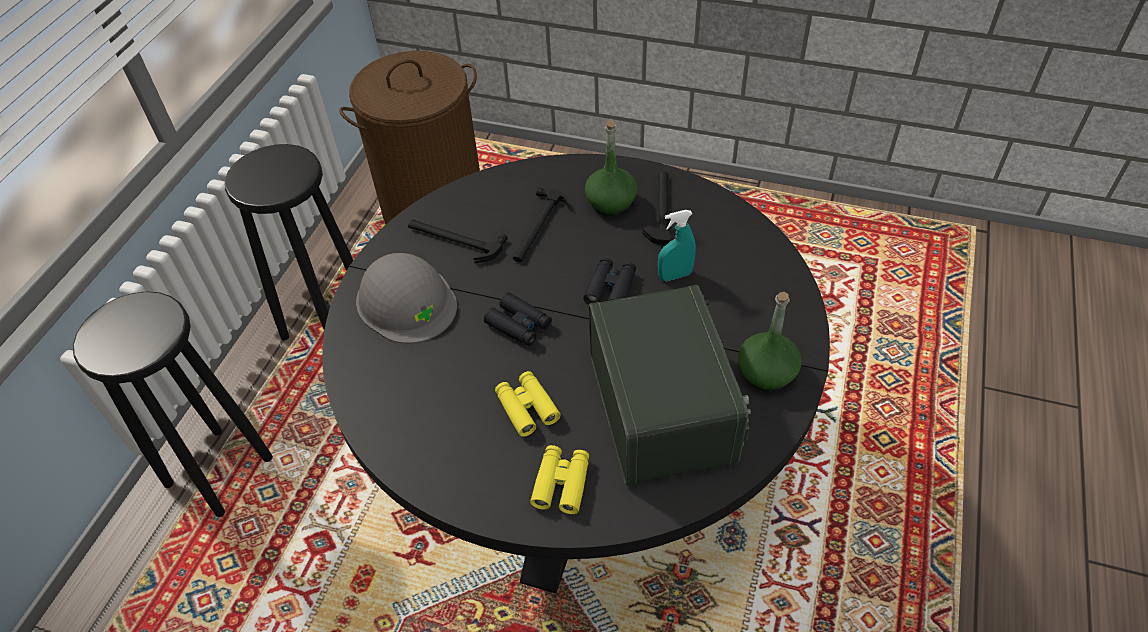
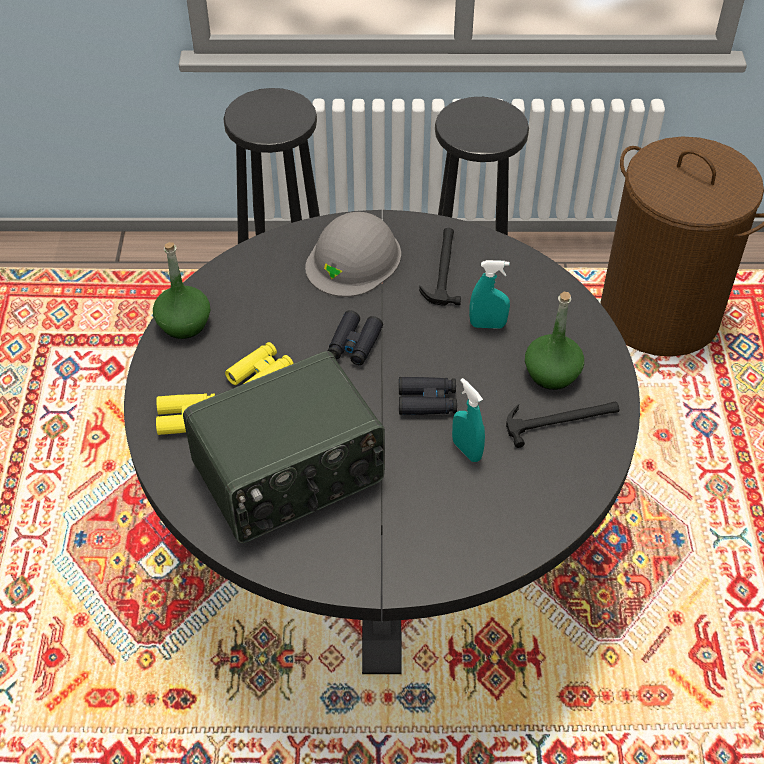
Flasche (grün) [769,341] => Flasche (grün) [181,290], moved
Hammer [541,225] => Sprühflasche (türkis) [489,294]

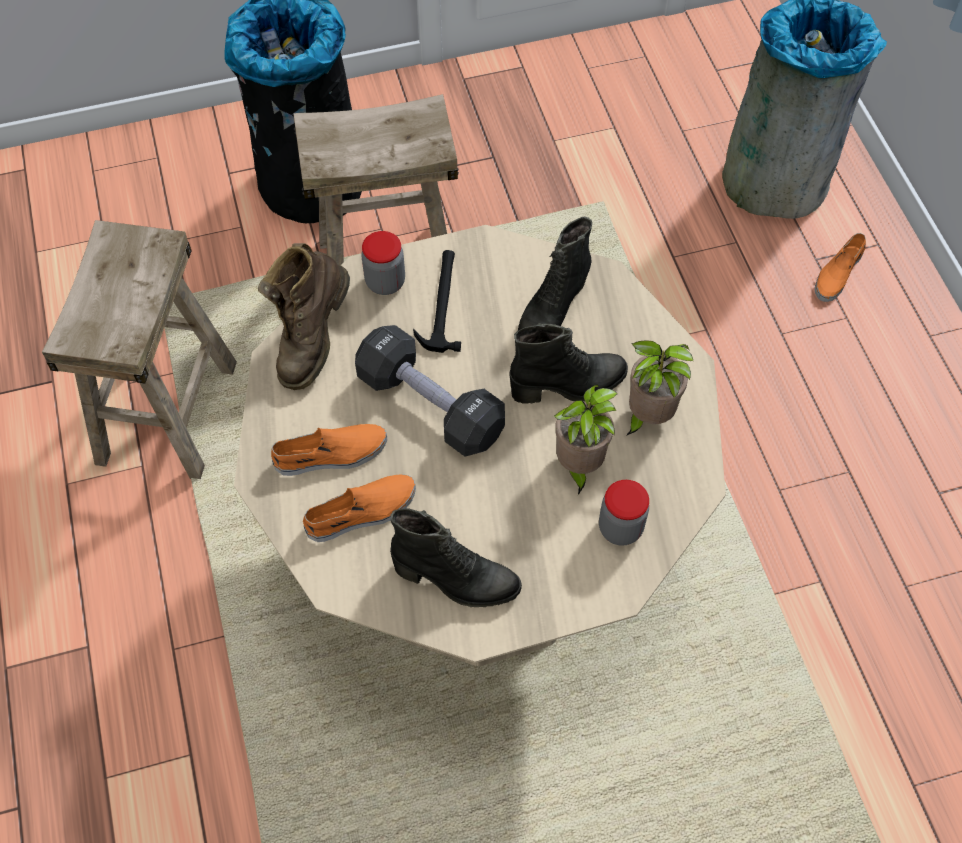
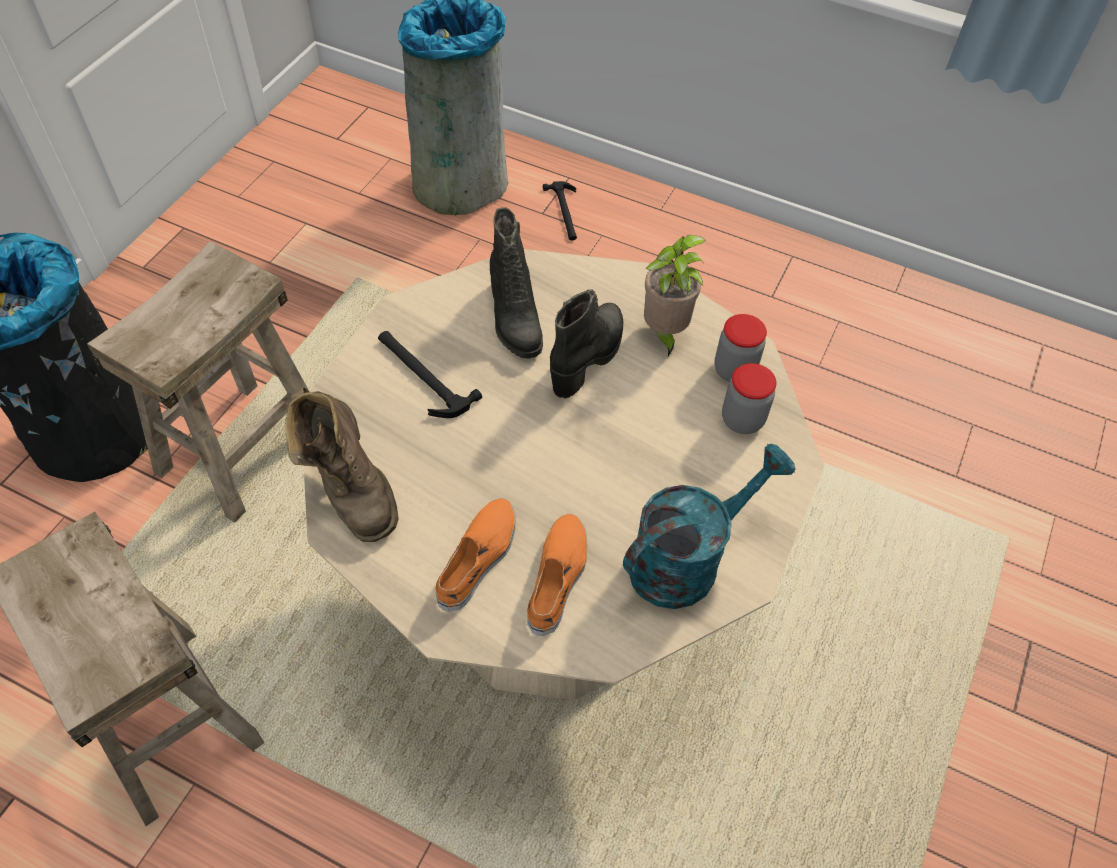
Schuh (orange) [840,267] => Hammer [560,210]
Stiefel (schwarz) [456,557] => Gießkanne (türkis) [709,526]
Vorratsglas [383,263] => Vorratsglas [741,348], moved
Hantel (schwarz) [430,391] => nothing
Topfpflanze [586,440] => nothing

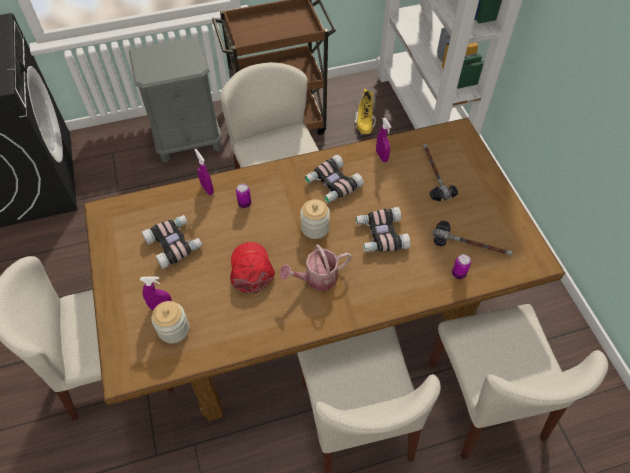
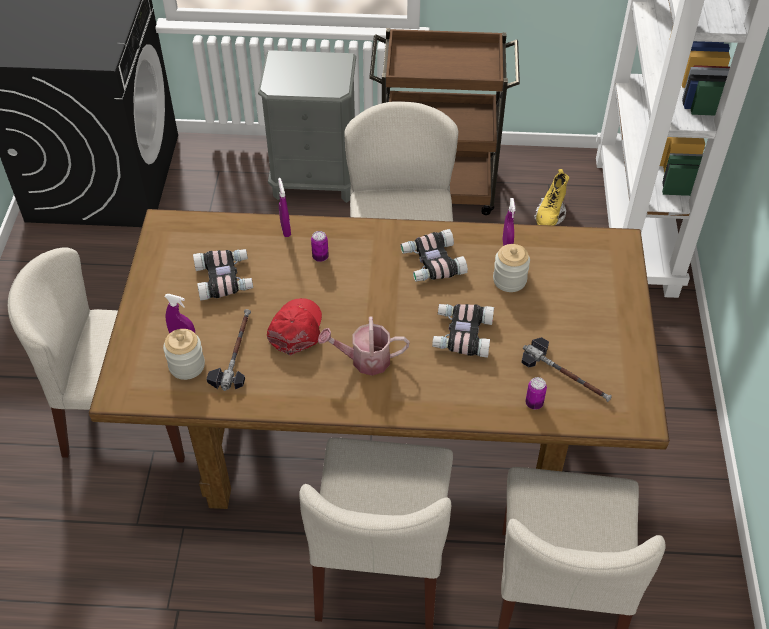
Hammer [440,172] => Hammer [228,350], moved
Vorratsglas [315,219] => Vorratsglas [511,268], moved

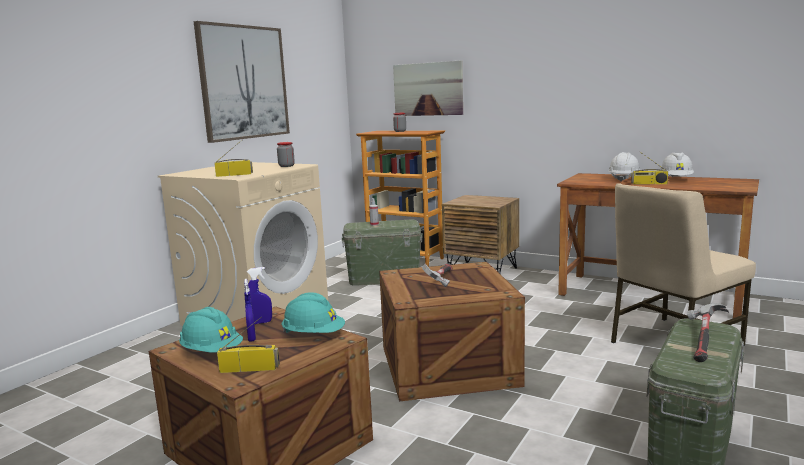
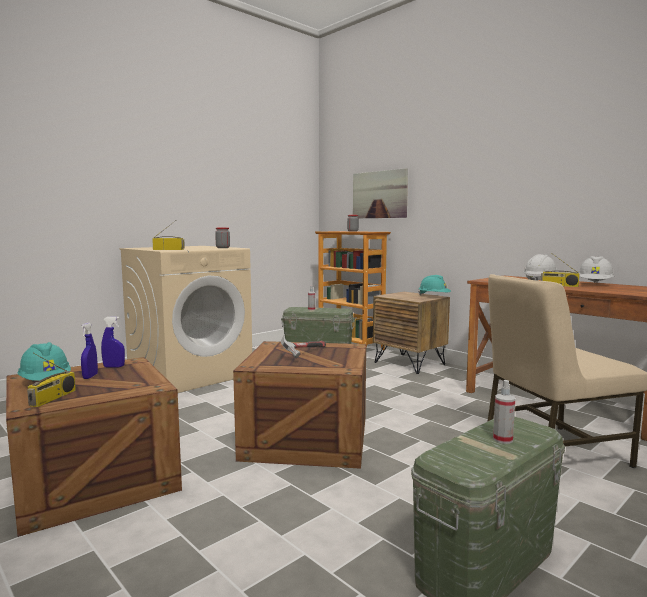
Radio [248,345] => Radio [51,380], 90 degrees clockwise
Schutzhelm (türkis) [313,313] => Schutzhelm (türkis) [434,285], moved
Hammer [708,332] => Sprühflasche [504,412]
Bild [242,82] => nothing

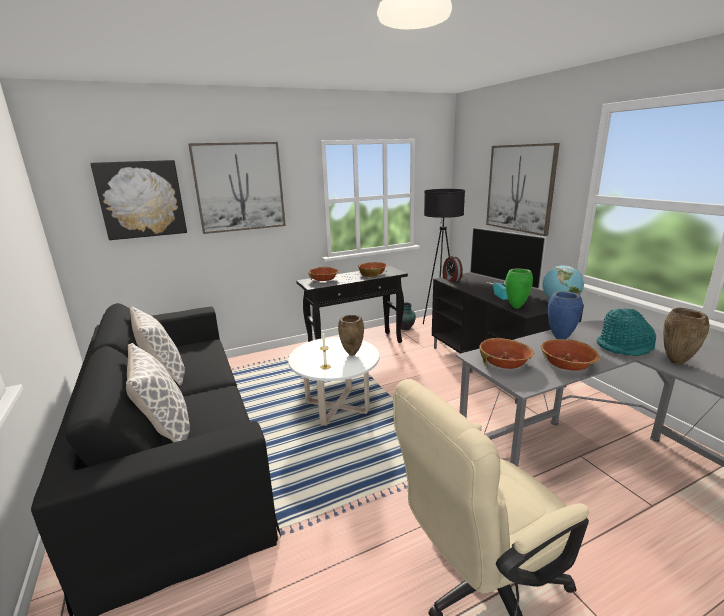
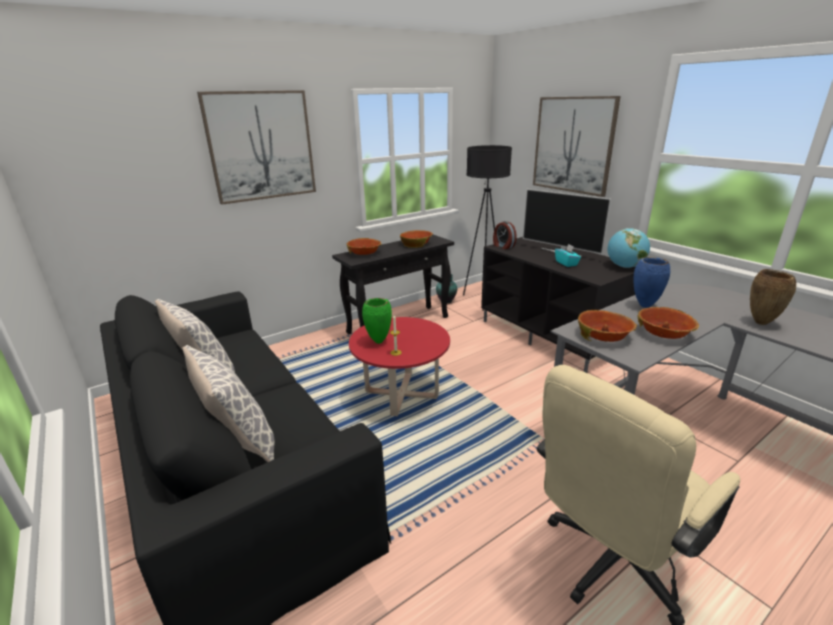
Couchtisch (weiß) [333,381] => Couchtisch (rot) [399,366]
Vase (grün) [519,289] => Vase (grün) [377,321], moved
Bild [138,200] => nothing
Vase (braun) [351,335] => nothing
Hut (türkis) [626,332] => nothing

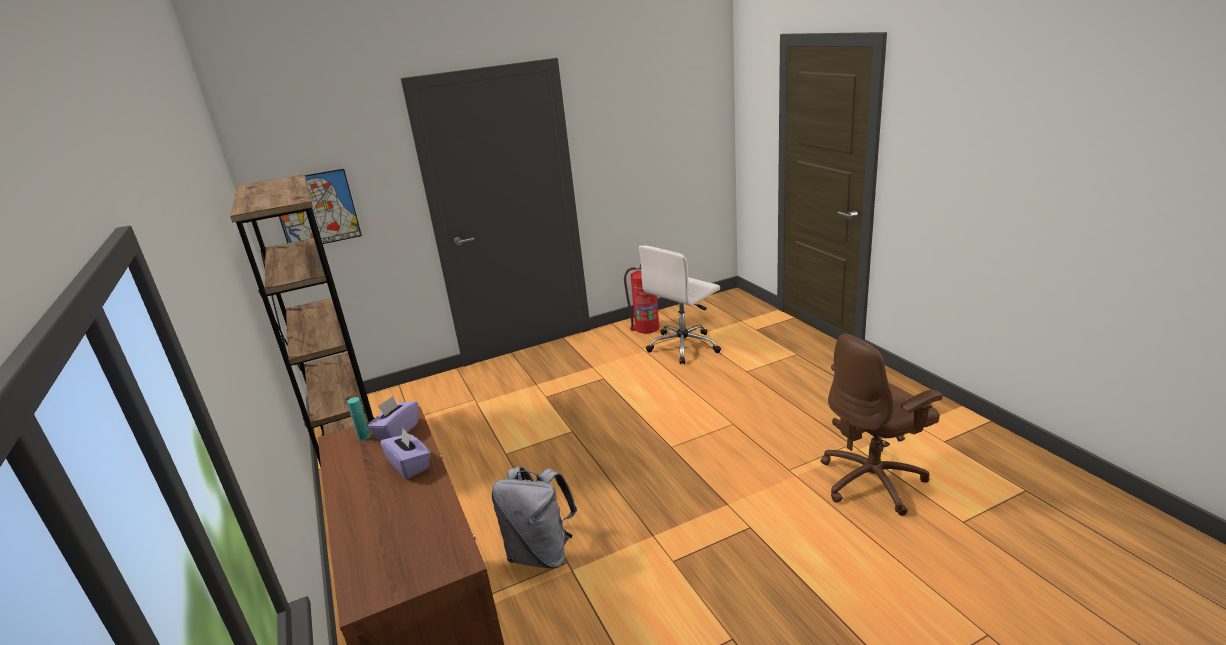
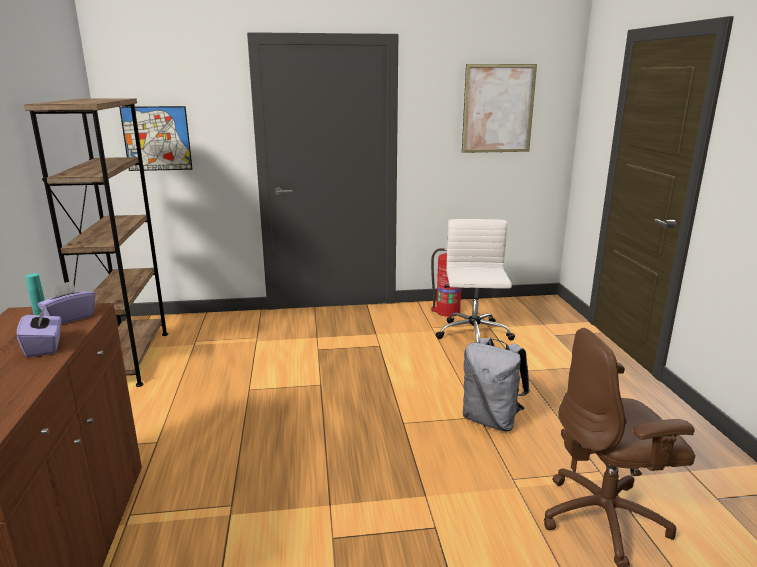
Bürostuhl (weiß) [680,305] => Bürostuhl (weiß) [475,281], 120 degrees clockwise
nothing => Bild [499,108]
Rucksack (grau) [534,517] => Rucksack (grau) [496,384], moved

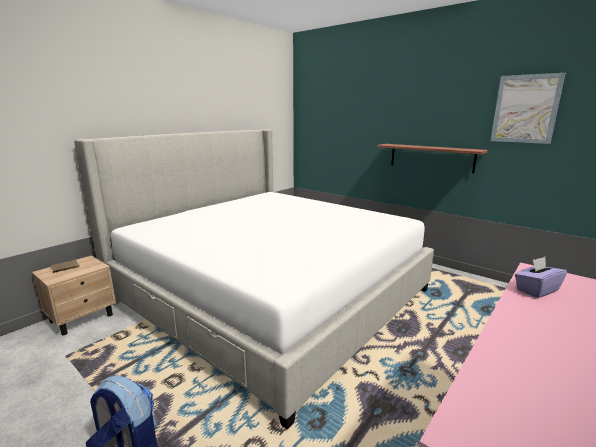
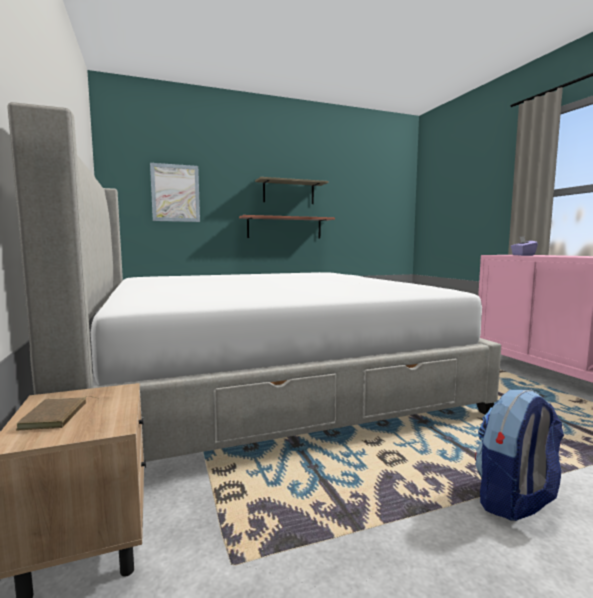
Bild [528,108] => Bild [175,192], moved
nothing => Wandregal [291,190]

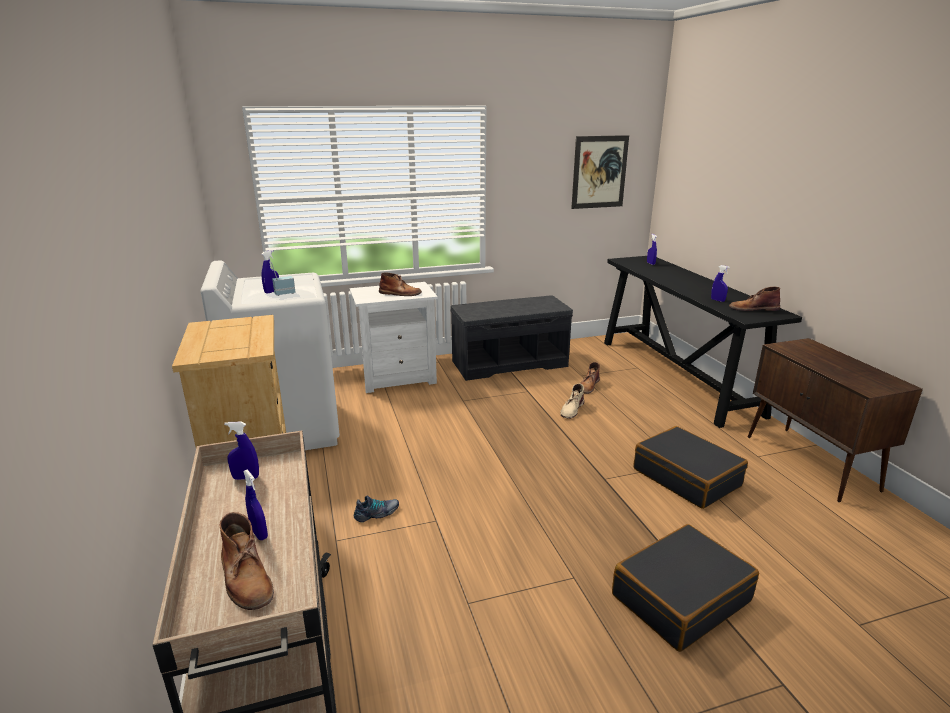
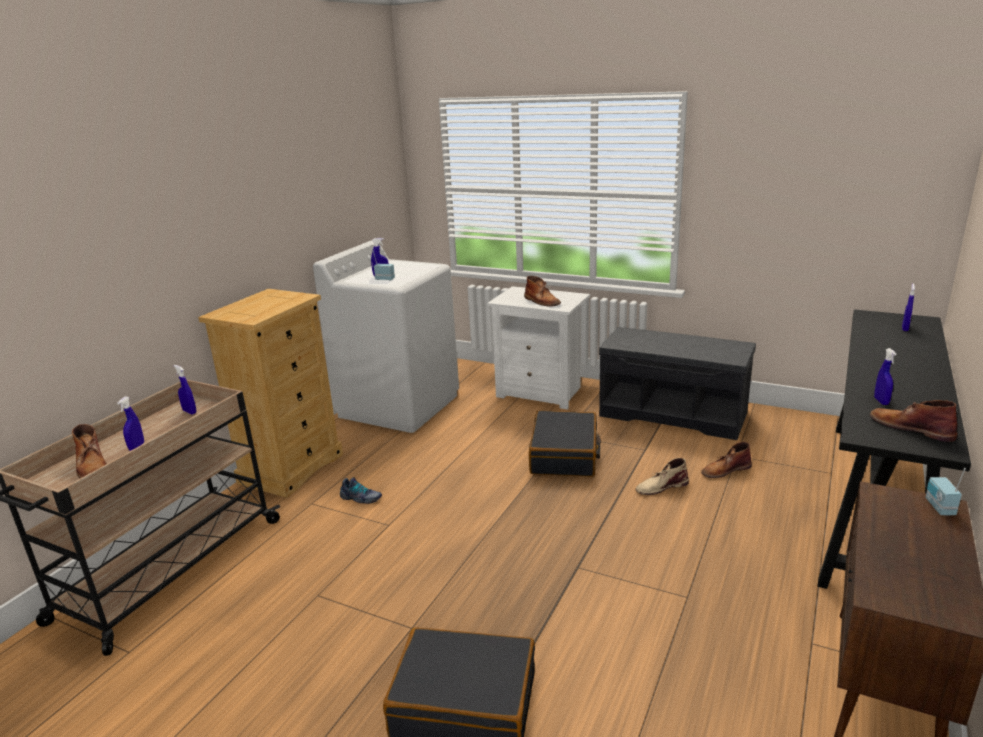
Stiefel (braun) [247,561] => Stiefel (braun) [89,451], 45 degrees counterclockwise
Koffer (schwarz) [690,467] => Koffer (schwarz) [565,444], moved
nothing => Radio [946,491]
Bild [600,172] => nothing

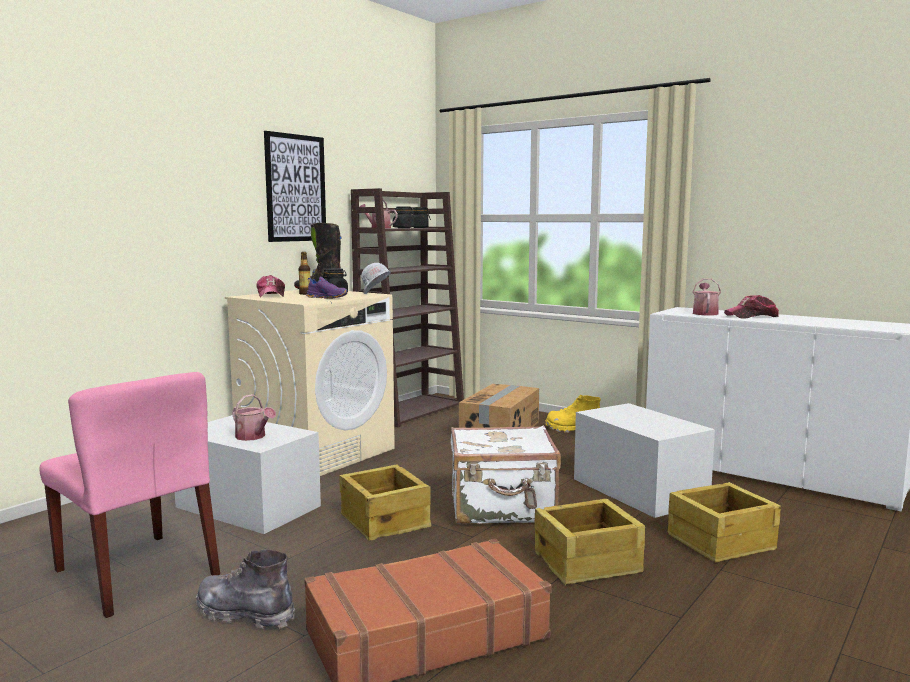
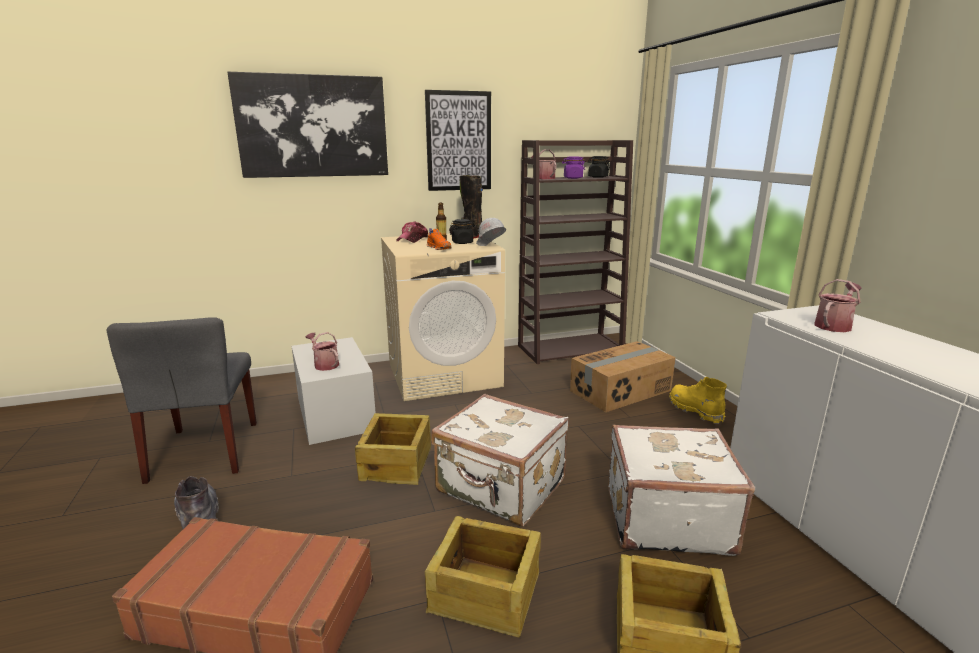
Stuhl (rosa) [130,495] => Stuhl (grau) [182,400]
nothing => Bild [307,125]
Gießkanne [254,417] => Gießkanne [322,351], 150 degrees clockwise
Schuh (lila) [326,288] => Schuh (orange) [439,239]
Vorratsglas (schwarz) [403,217] => Vorratsglas (lila) [573,168]
Aufbewahrungsbox (weiß) [644,460] => Koffer (weiß) [681,490]
Kappe [752,306] => nothing

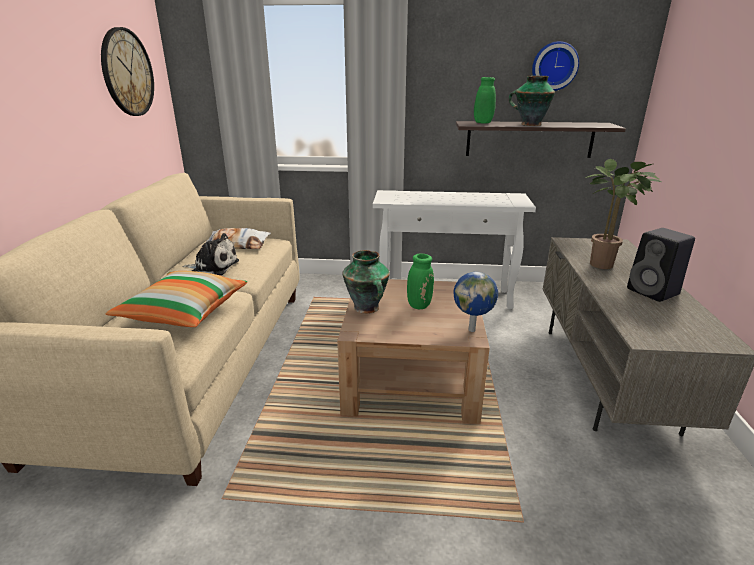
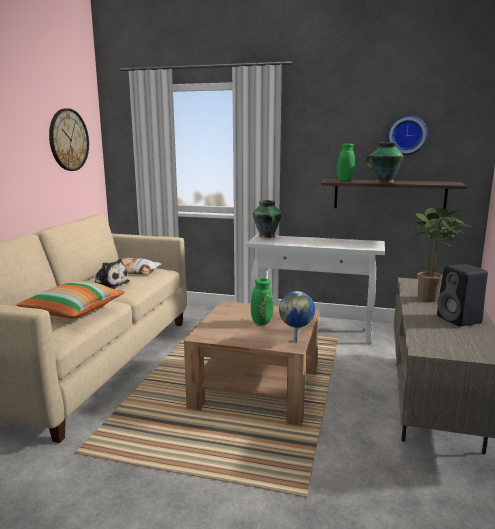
Vase [366,282] => Vase [267,219], moved

